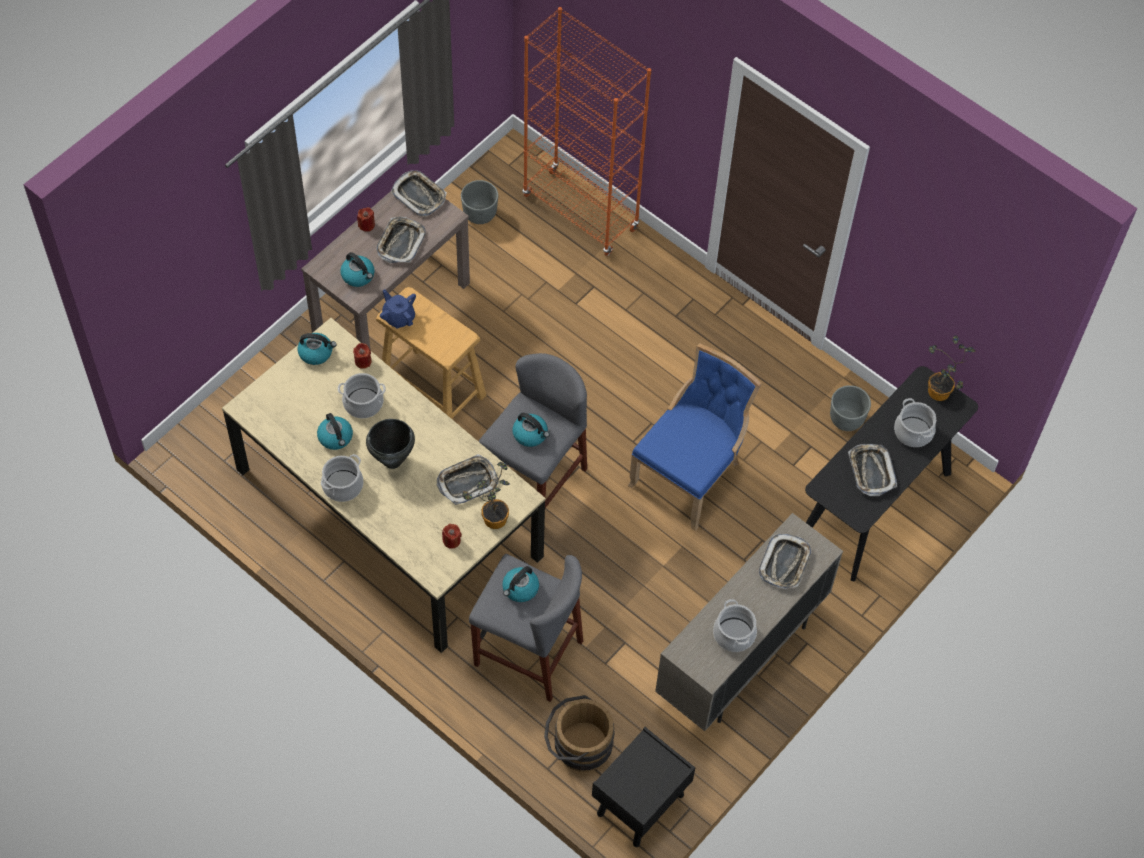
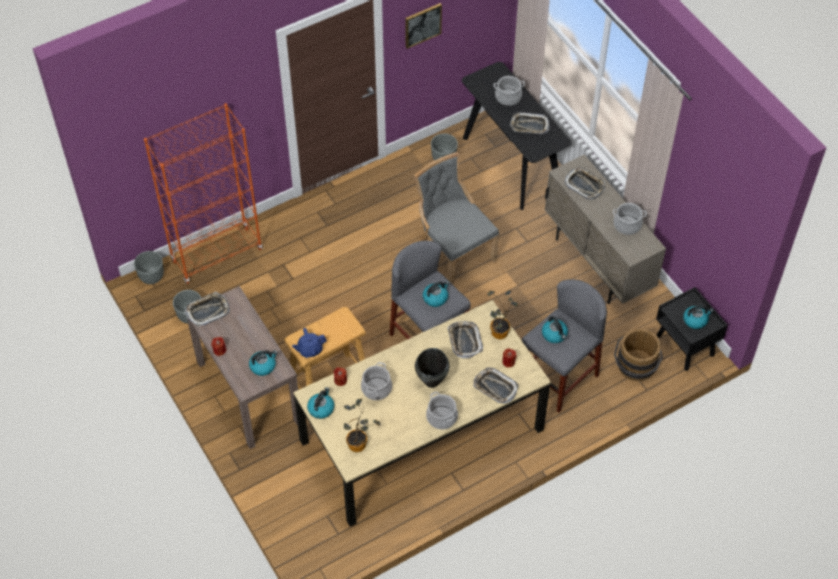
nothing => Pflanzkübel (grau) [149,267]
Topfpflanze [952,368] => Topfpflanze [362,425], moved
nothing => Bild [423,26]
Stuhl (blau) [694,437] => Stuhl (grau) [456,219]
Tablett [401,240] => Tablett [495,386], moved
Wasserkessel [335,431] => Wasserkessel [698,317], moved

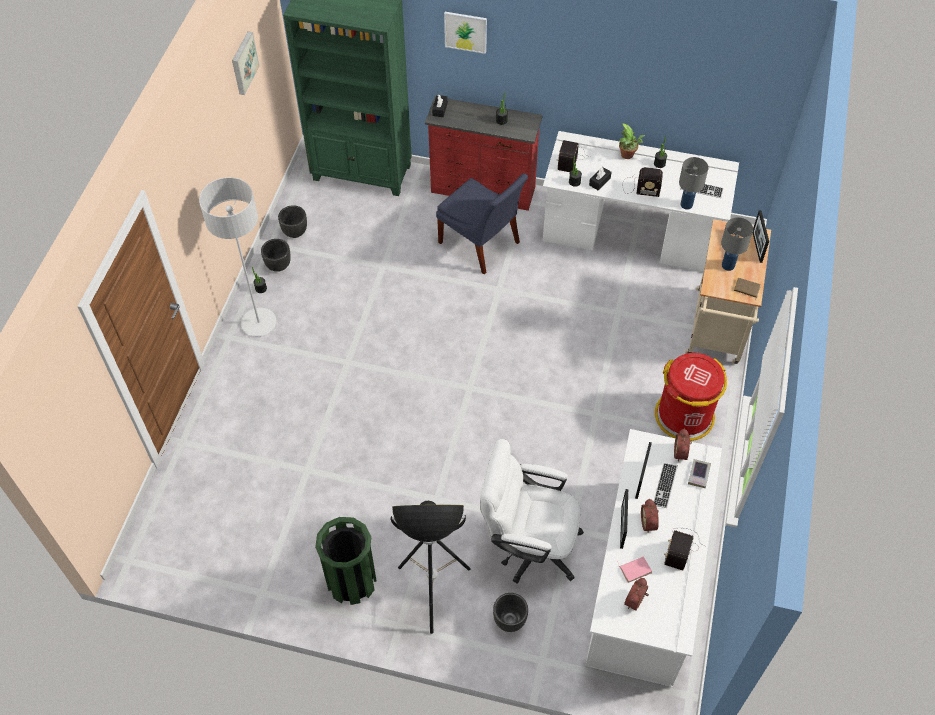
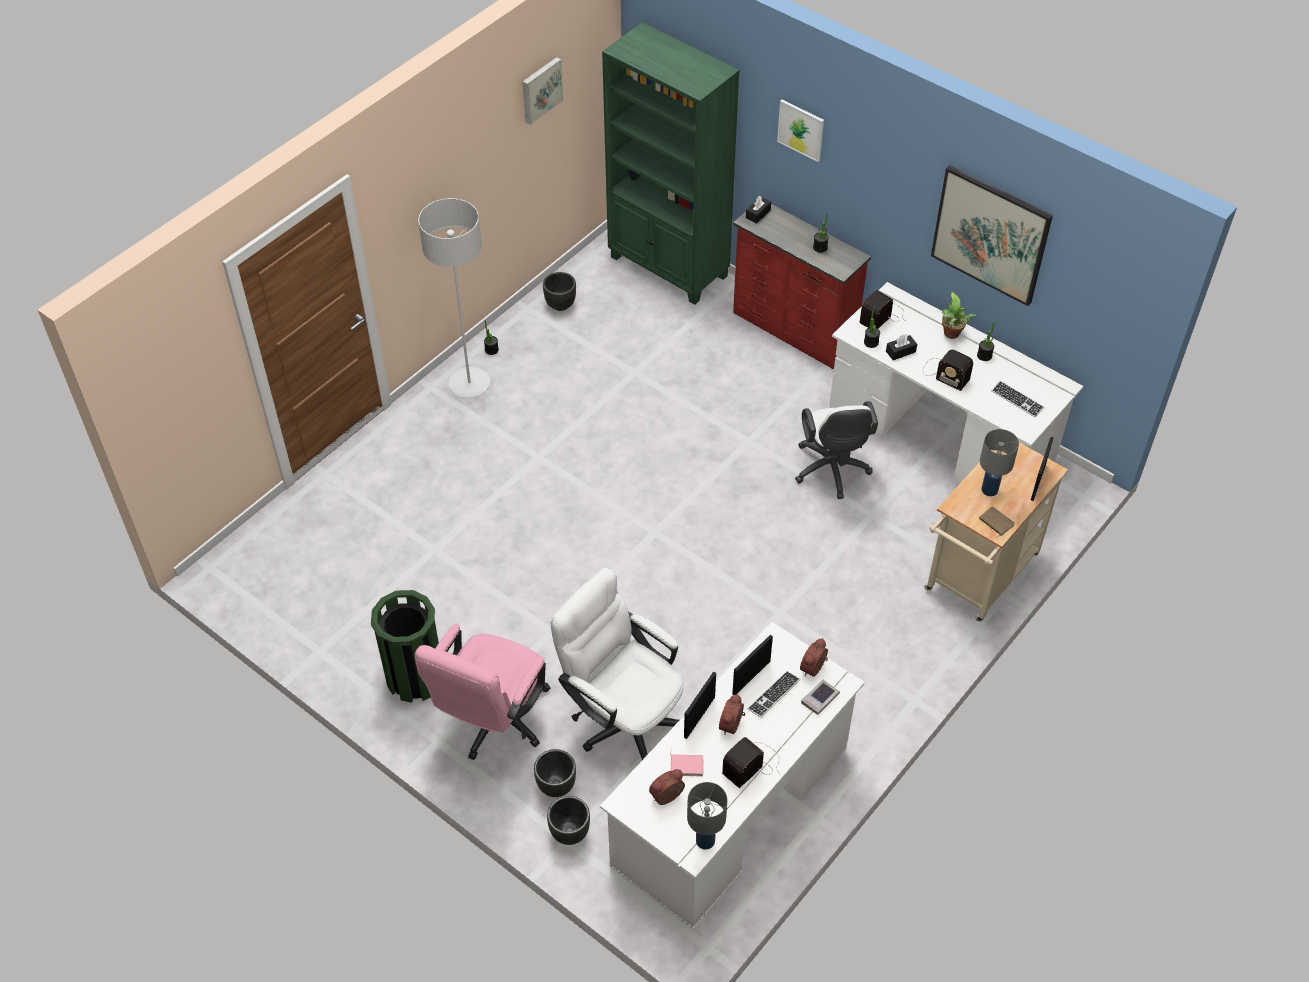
Stehlampe [430,567] => Bürostuhl (rosa) [483,691]
Pflanzkübel (schwarz) [276,255] => Pflanzkübel (schwarz) [568,820], moved
Tischlampe (grau) [694,183] => Tischlampe (grau) [707,816], moved
nothing => Bürostuhl (weiß) [836,450]
nothing => Bild [992,235]
Stuhl (blau) [482,223] => nothing
Mülleimer (rot) [691,397] => nothing

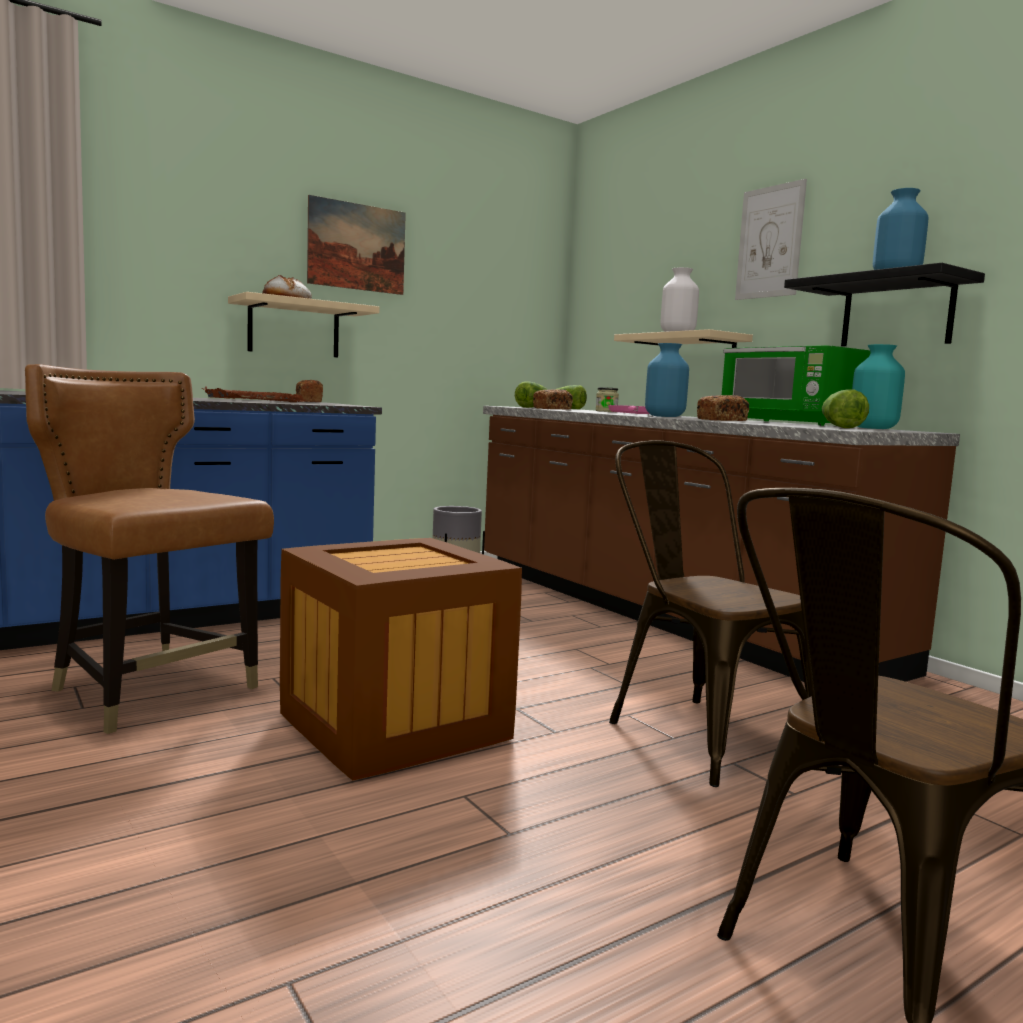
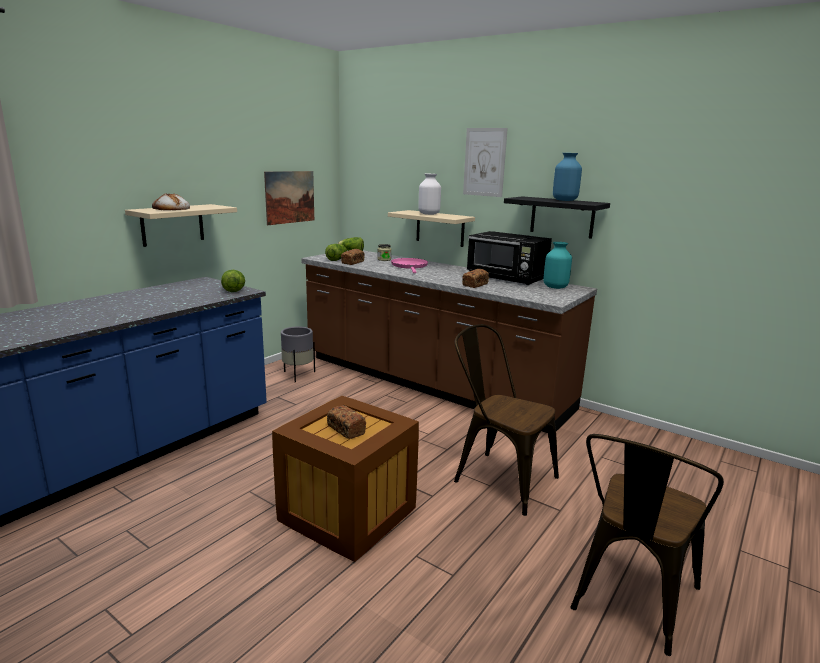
Salatkopf [845,408] => Salatkopf [233,281], moved
Bild [356,245] => Bild [289,198], moved
Brot [309,391] => Brot [346,422], moved
Mikrowelle (grün) [796,385] => Mikrowelle (schwarz) [509,258]
Stuhl (braun) [149,549] => nothing
Tablett (braun) [253,394] => nothing
Vase (blau) [667,380] => nothing

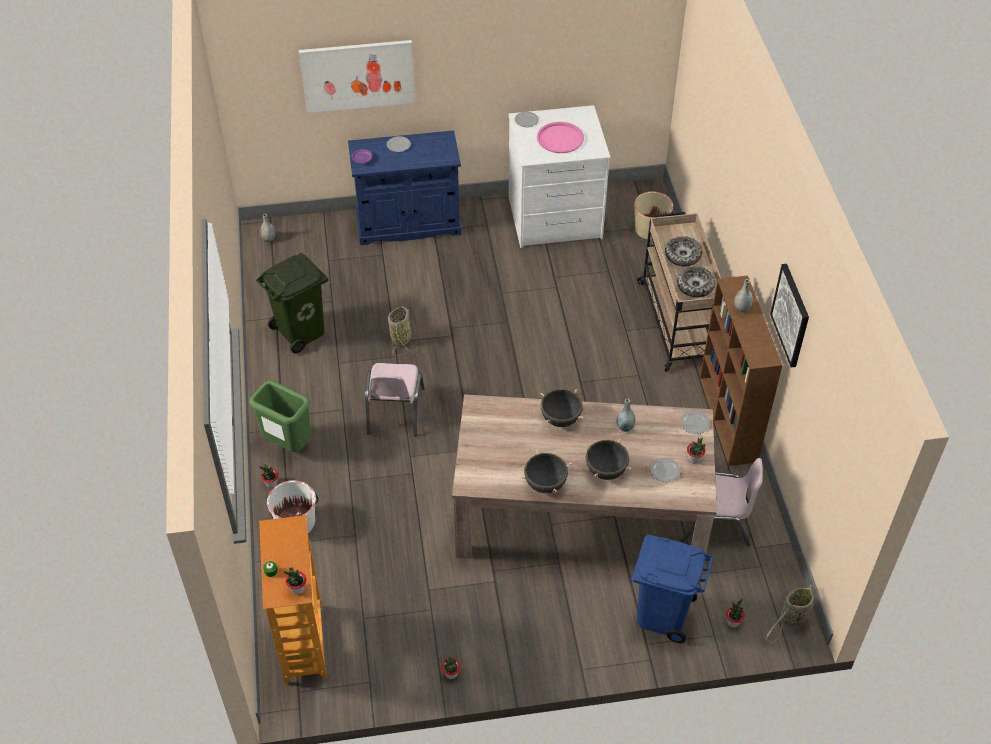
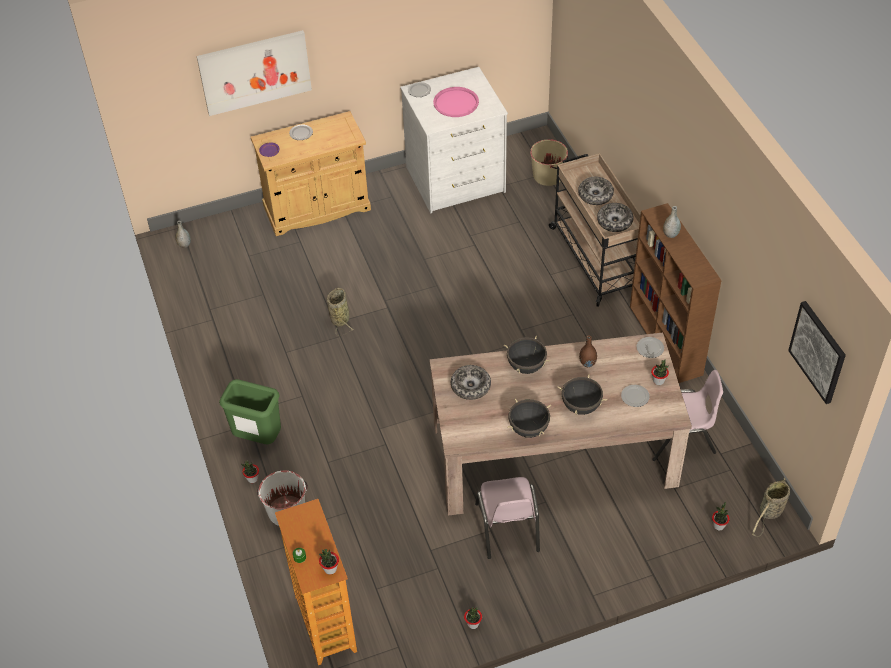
Schrank (blau) [405,187] => Schrank (beige) [311,173]
nothing => Schüssel [471,382]
Stuhl (rosa) [395,400] => Stuhl (rosa) [507,518], moved
Vase (grau) [626,415] => Vase (braun) [588,351]
Bild [789,316] => Bild [817,352], moved
Mülleimer (grün) [292,303] => nothing
Mülleimer (blau) [673,588] => nothing

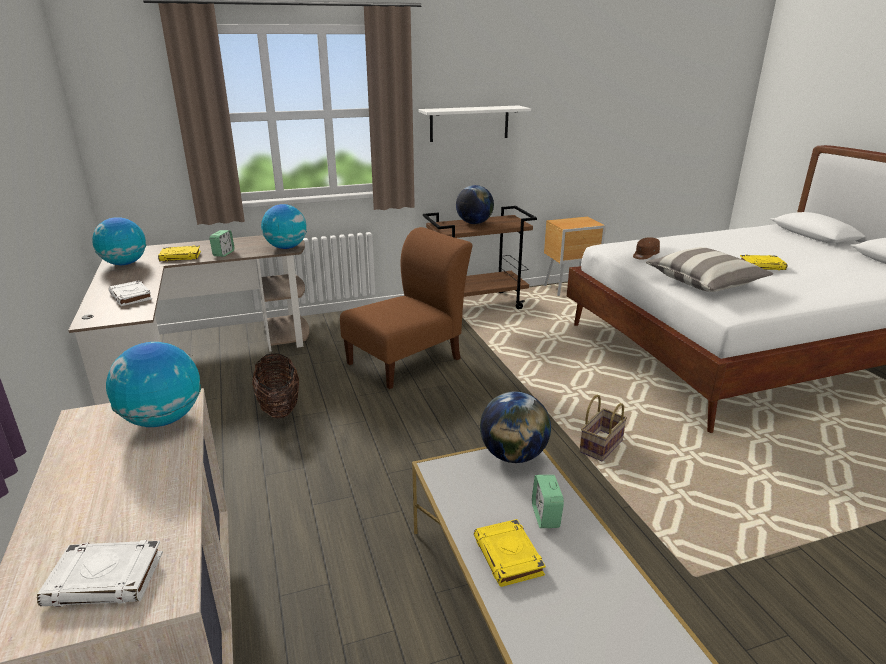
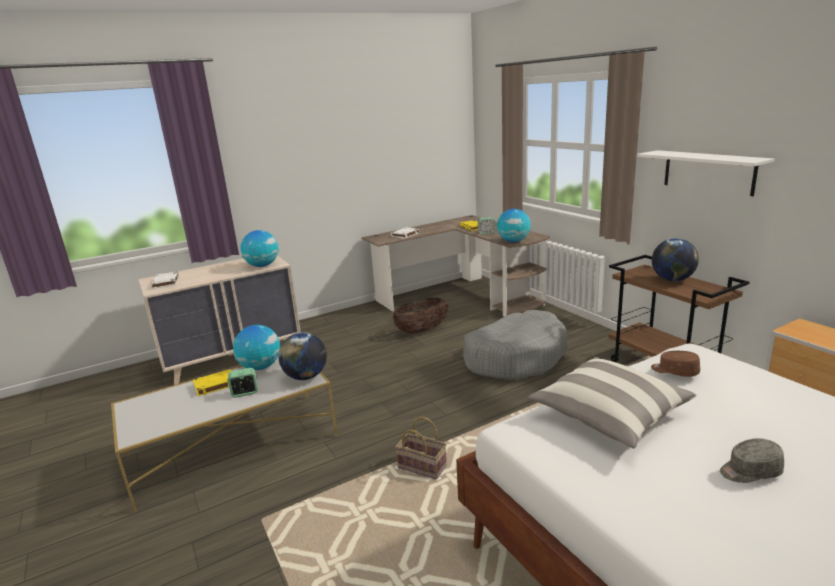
Globus [119,241] => Globus [256,347], moved
Stuhl (braun) [406,308] => Hundebett (grau) [515,345]
Buch (gelb) [763,262] => Kappe (grau) [752,460]

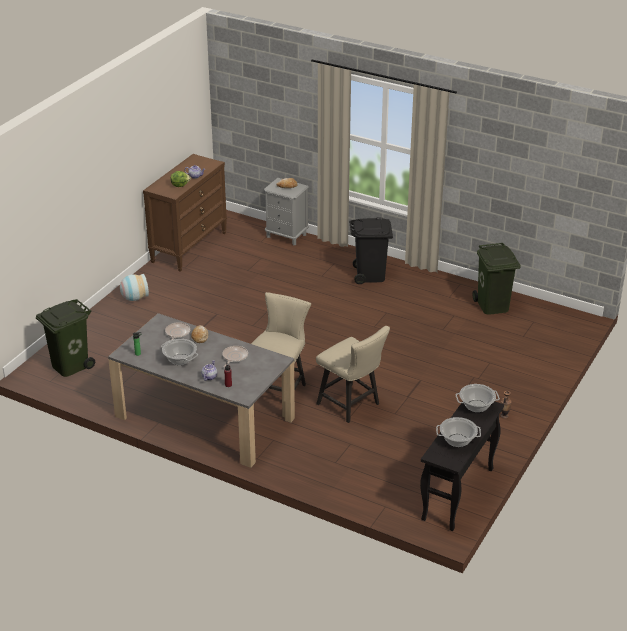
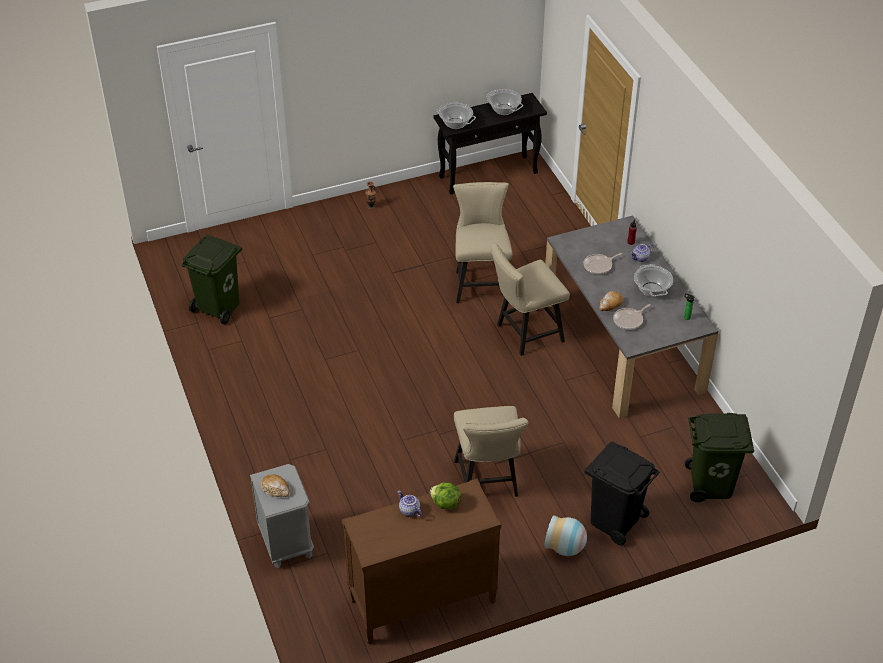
nothing => Stuhl (beige) [491,451]
Mülleimer (schwarz) [371,250] => Mülleimer (schwarz) [622,493], moved

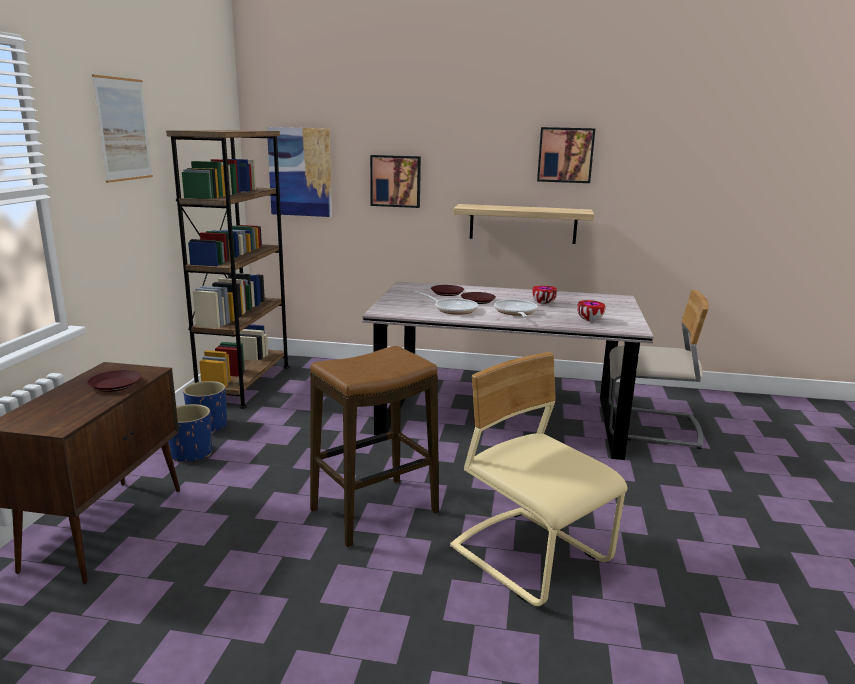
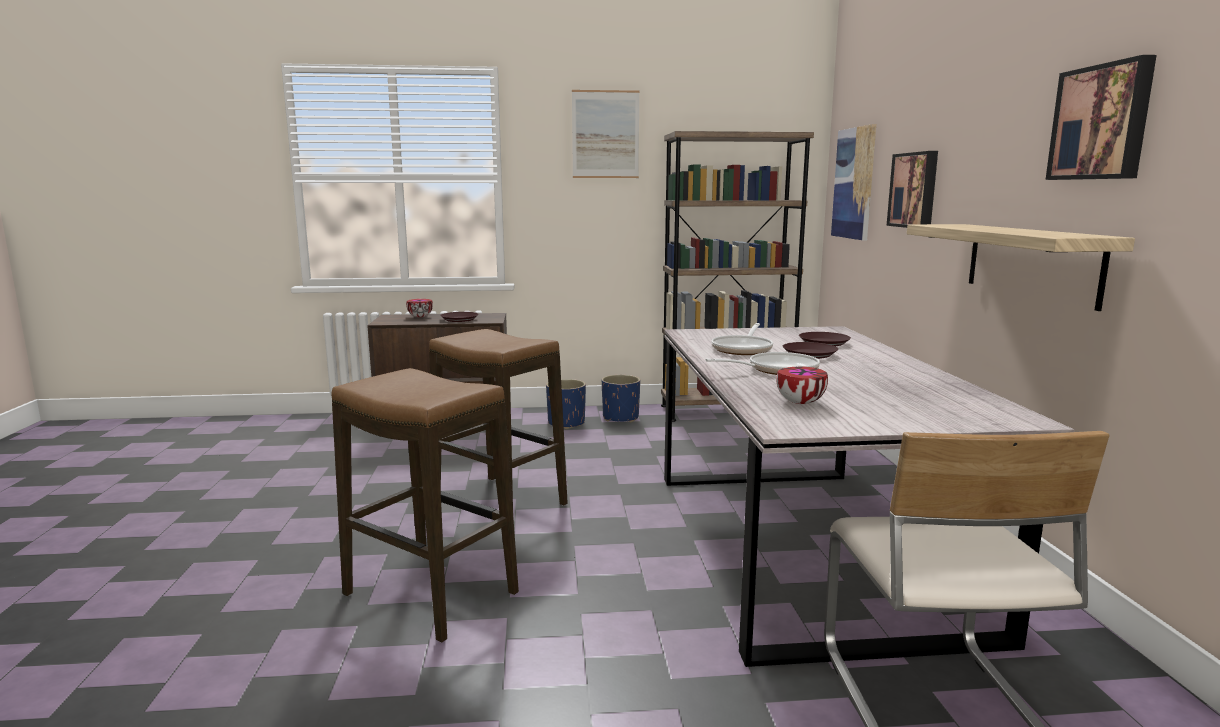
Stuhl (beige) [539,479] => Hocker [425,505]
Schüssel [544,295] => Schüssel [419,308], moved

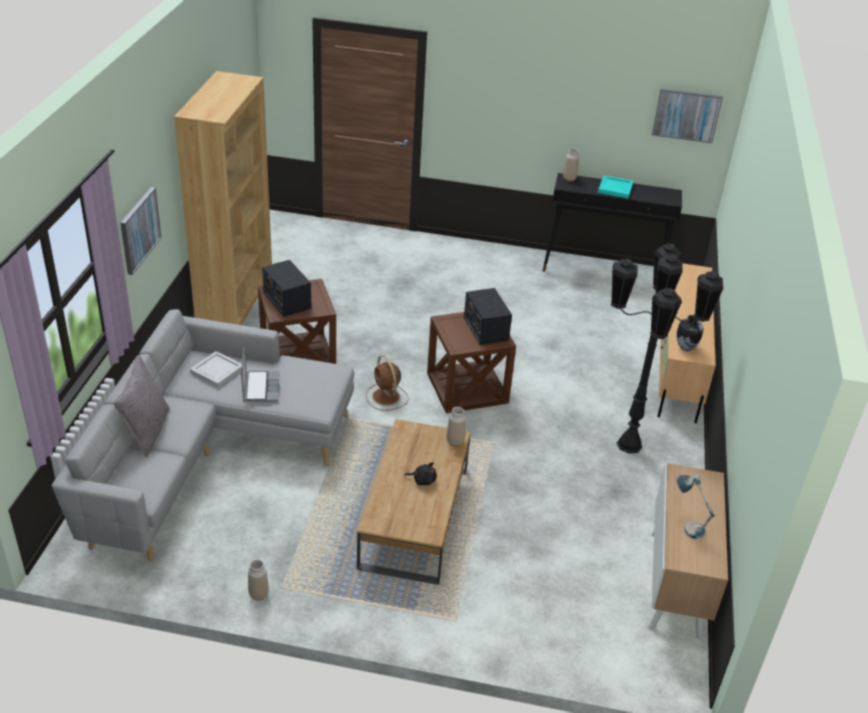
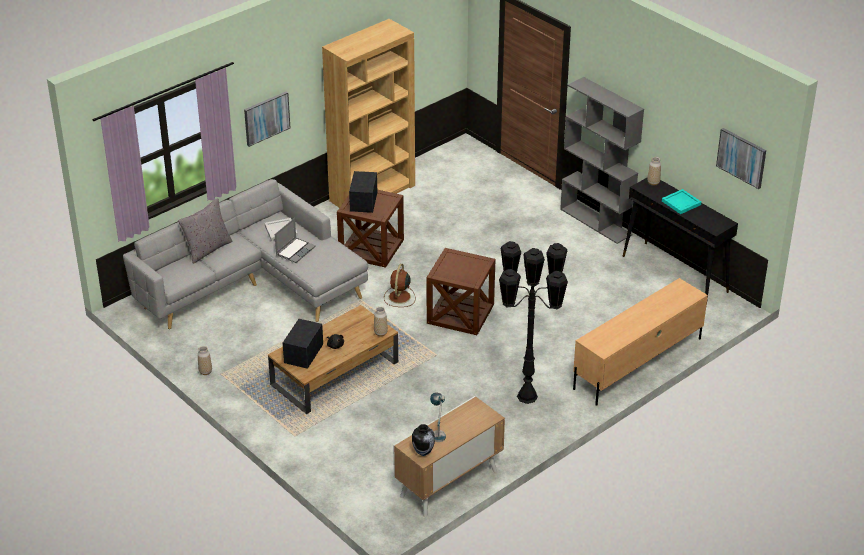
Radio [488,316] => Radio [303,344], moved
Vase [690,333] => Vase [423,440], moved
nothing => Bücherregal (grau) [602,160]

